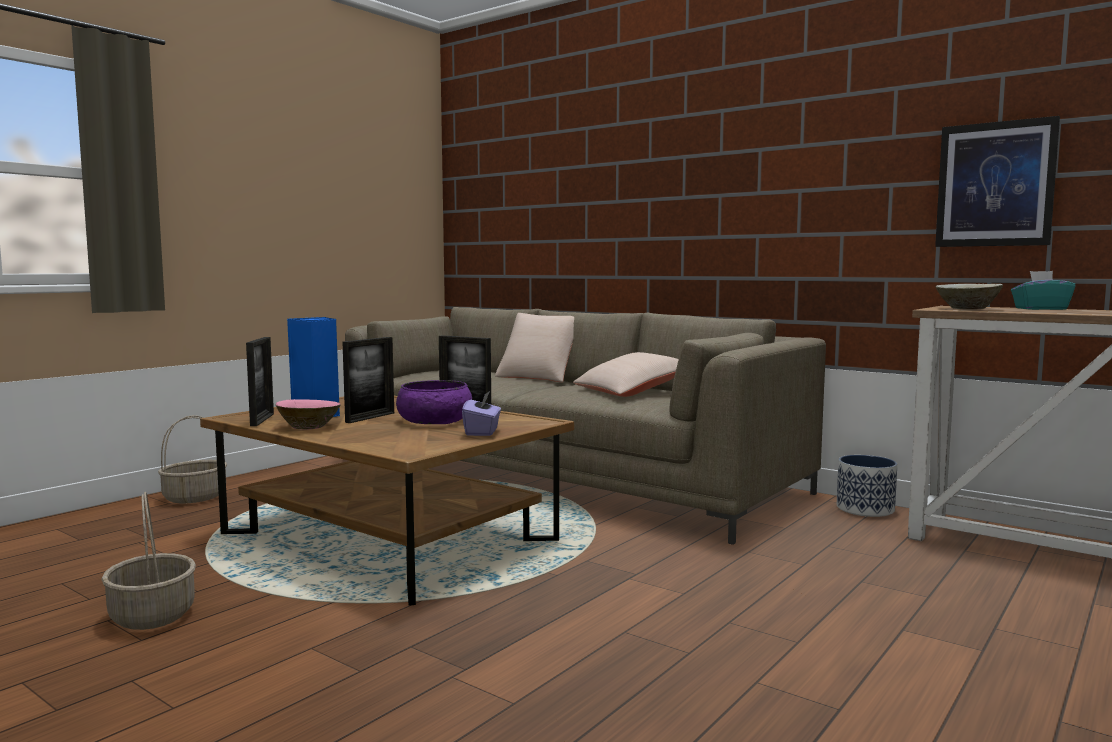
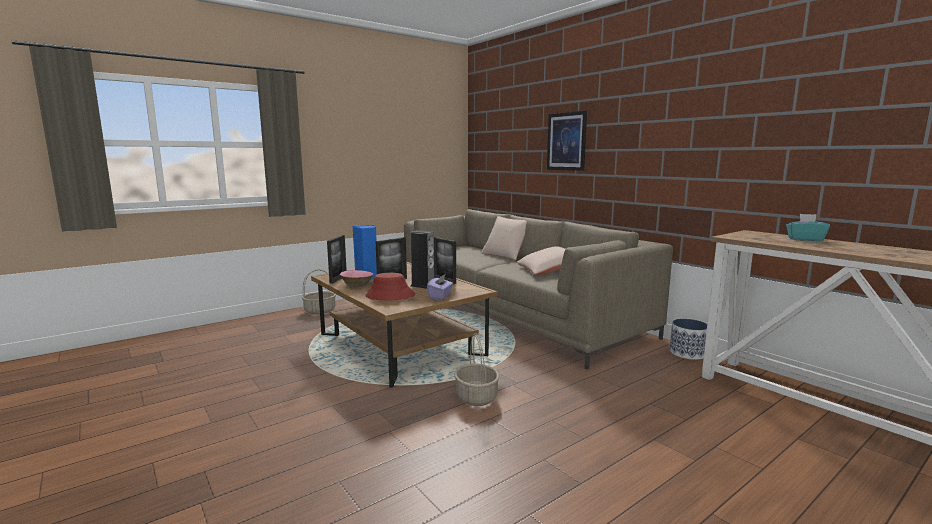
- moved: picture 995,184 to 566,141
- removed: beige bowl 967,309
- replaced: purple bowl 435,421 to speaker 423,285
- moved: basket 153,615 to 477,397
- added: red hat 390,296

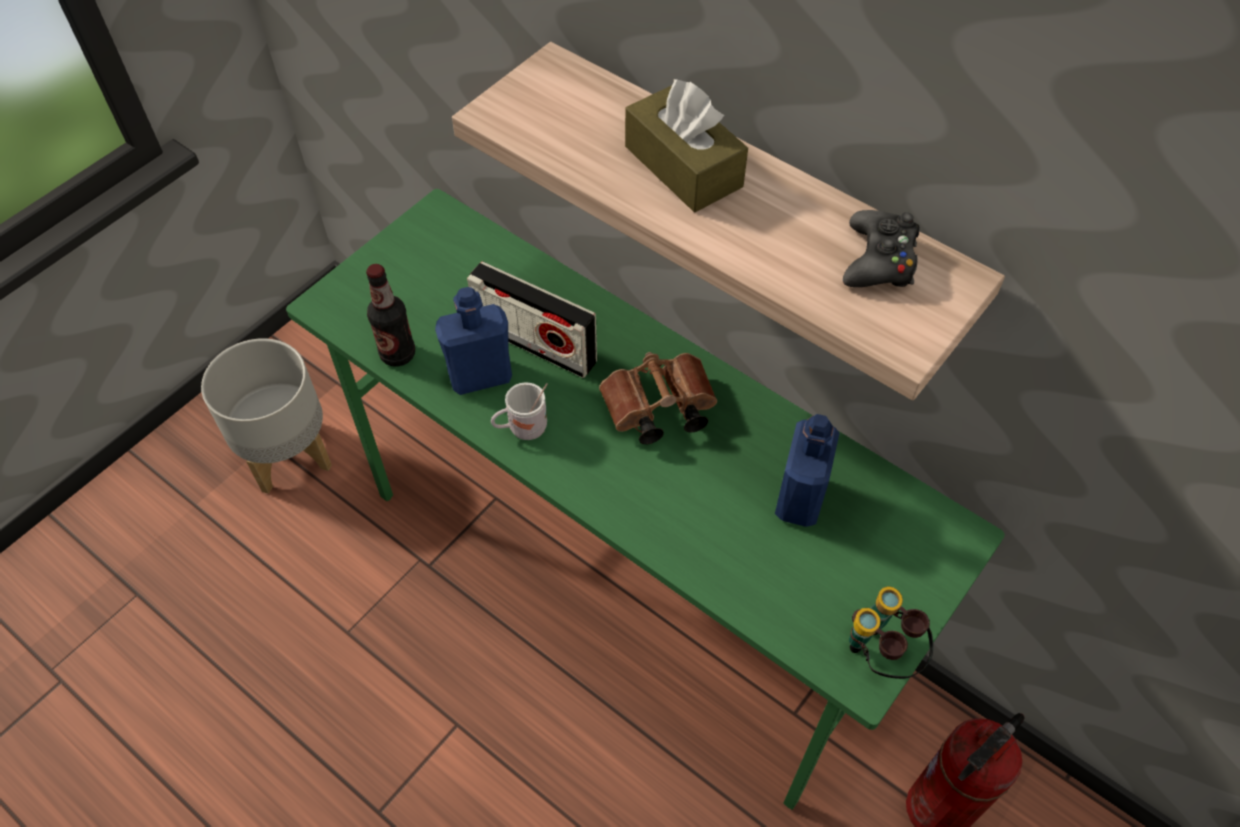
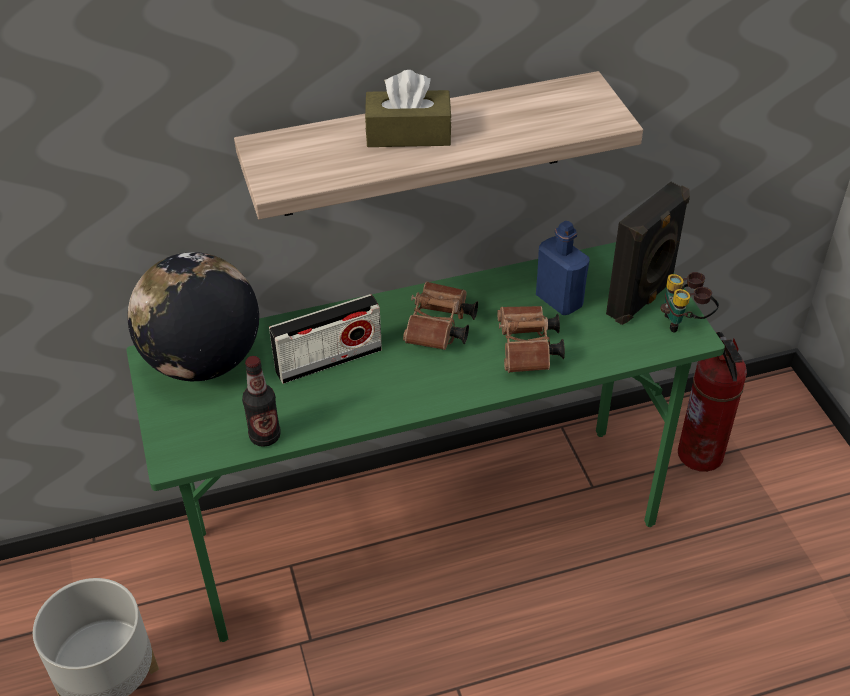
- removed: black game controller 879,260
- removed: blue bottle 480,376
- removed: white mug 522,429
- added: black speaker 641,300
- added: globe 203,361
- added: brown binoculars 527,351

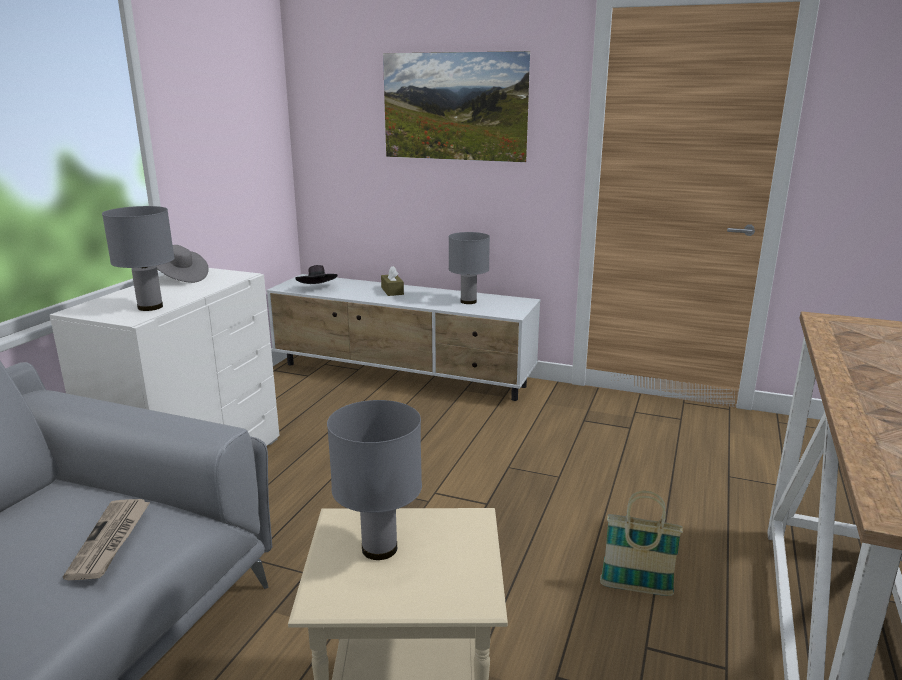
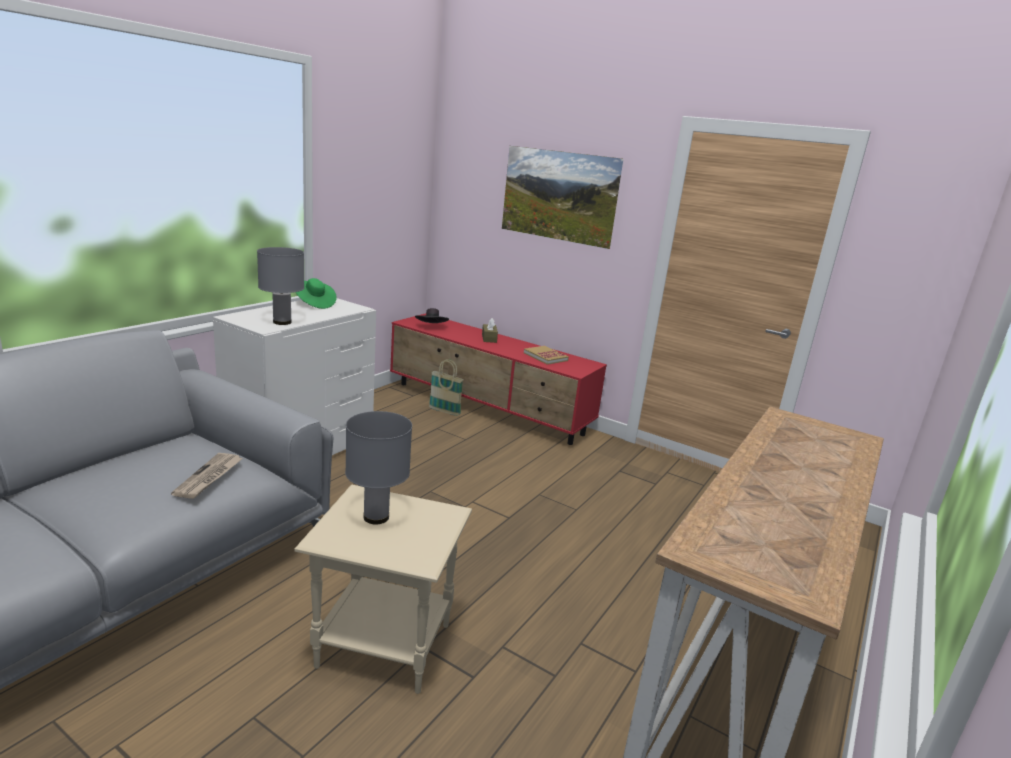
- replaced: grey table lamp 468,302 to book 545,357
- recoloured: grey hat 181,278 to green hat 314,304
- recoloured: white tv stand 403,375 to red tv stand 488,409
- moved: basket 636,588 to 444,411

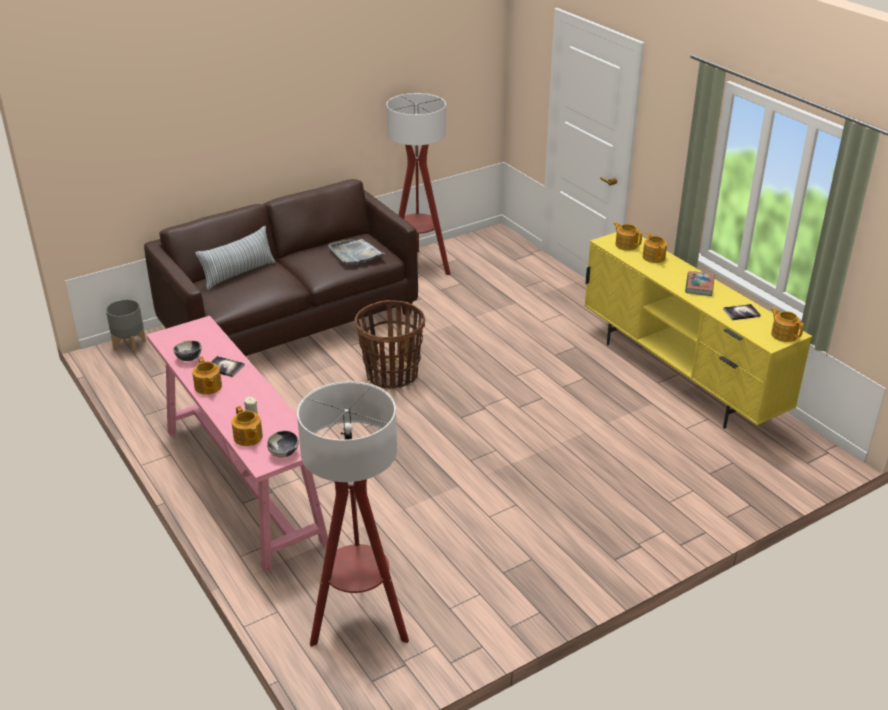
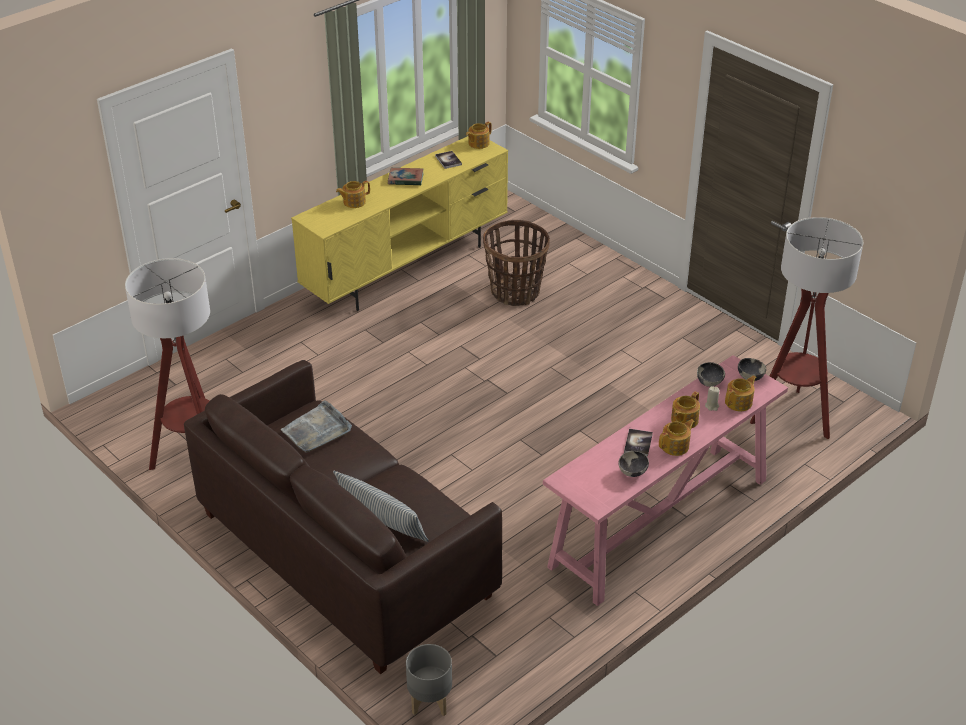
- moved: teapot 626,245 to 684,420
- moved: basket 392,375 to 515,292
- added: bowl 709,382

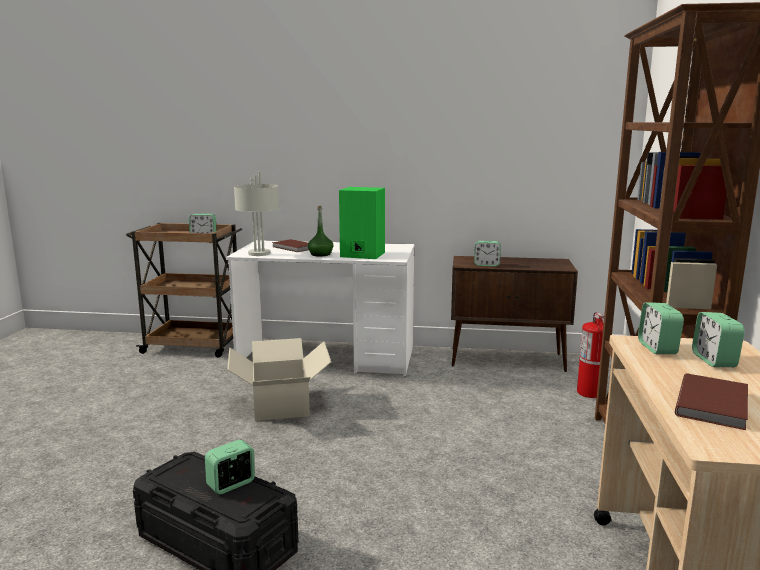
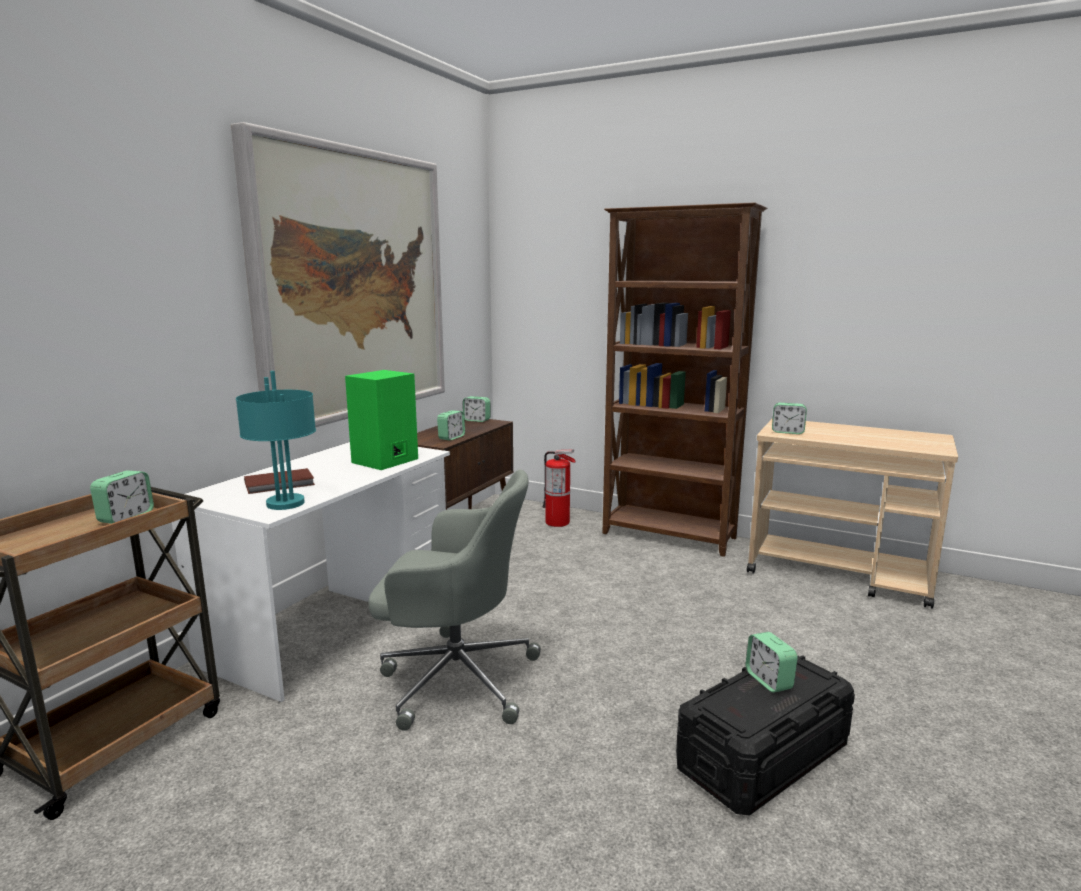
- recoloured: grey table lamp 259,254 to turquoise table lamp 286,503
- removed: green bottle 320,254
- moved: alarm clock 714,360 to 477,420
- replaced: cardboard box 280,405 to grey office chair 455,678
- removed: brown book 714,404
- added: picture 353,285

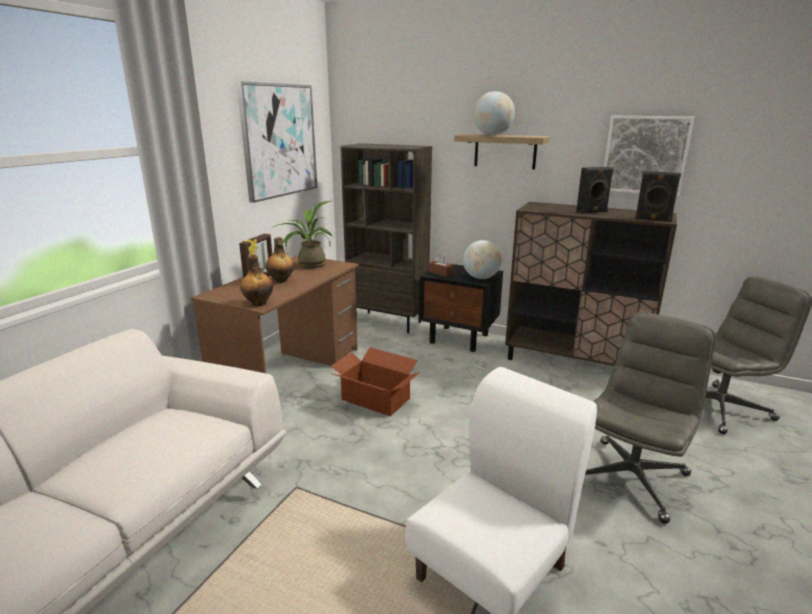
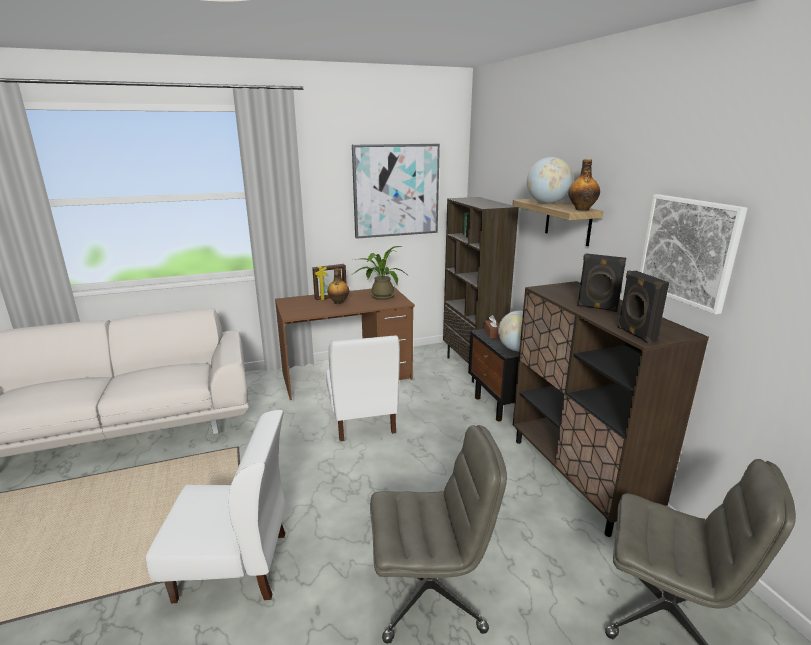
- moved: bottle 258,303 to 582,209
- replaced: cardboard box 375,400 to white chair 363,420

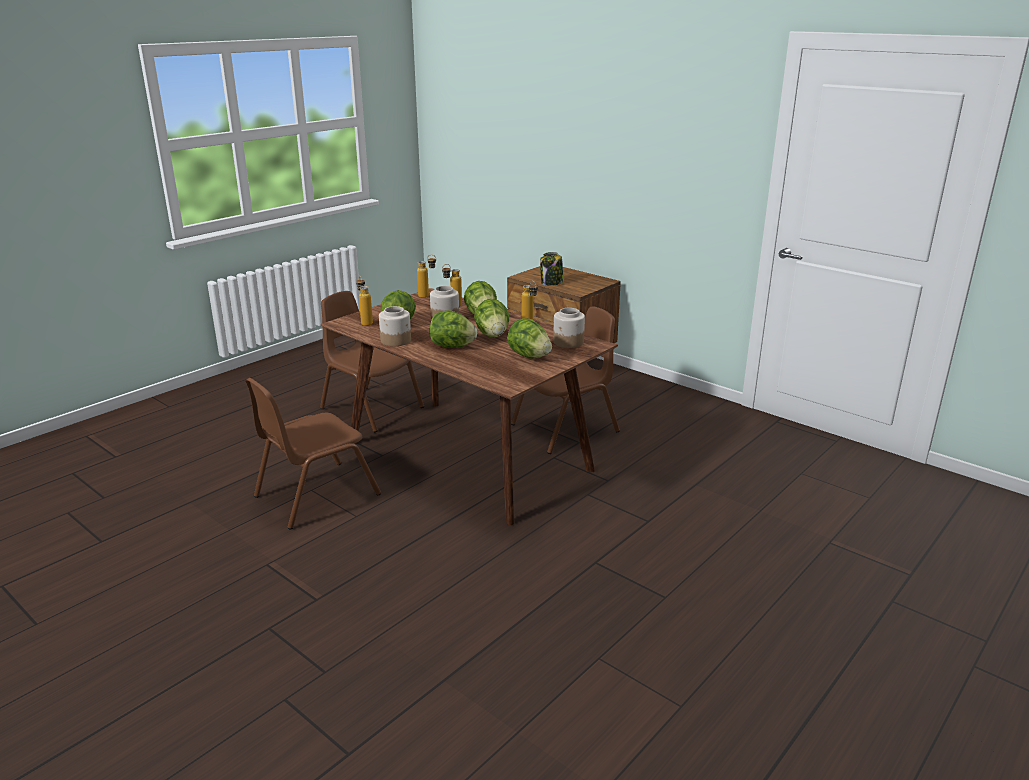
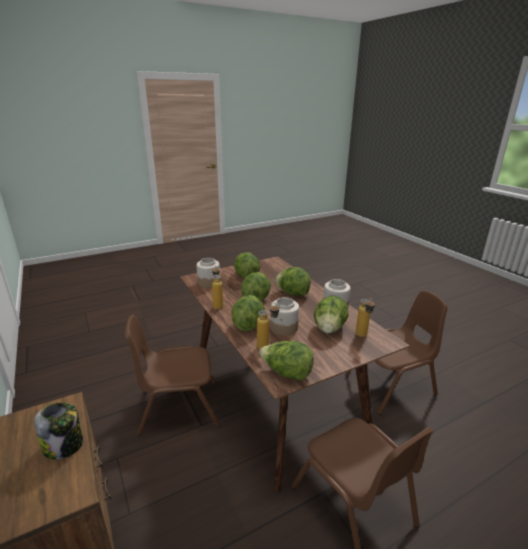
- replaced: bottle 428,296 to lettuce 286,373

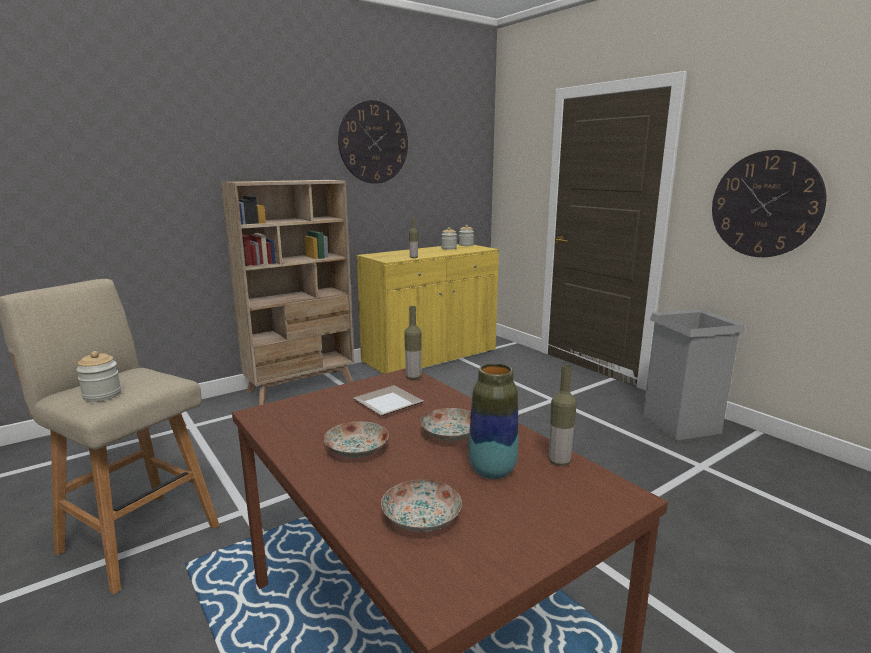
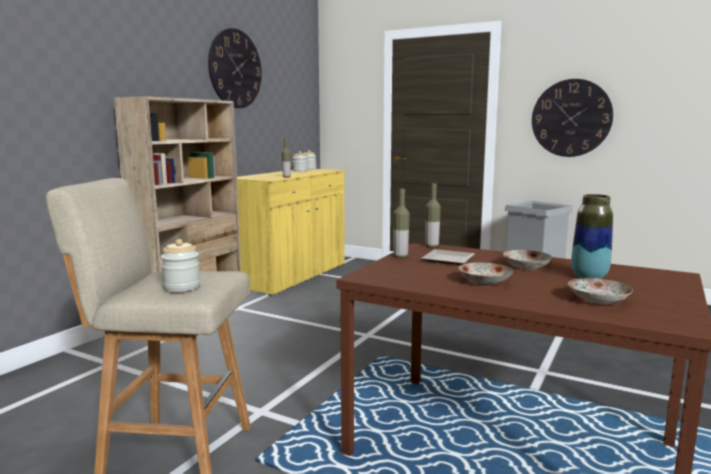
- moved: bottle 559,461 to 400,256

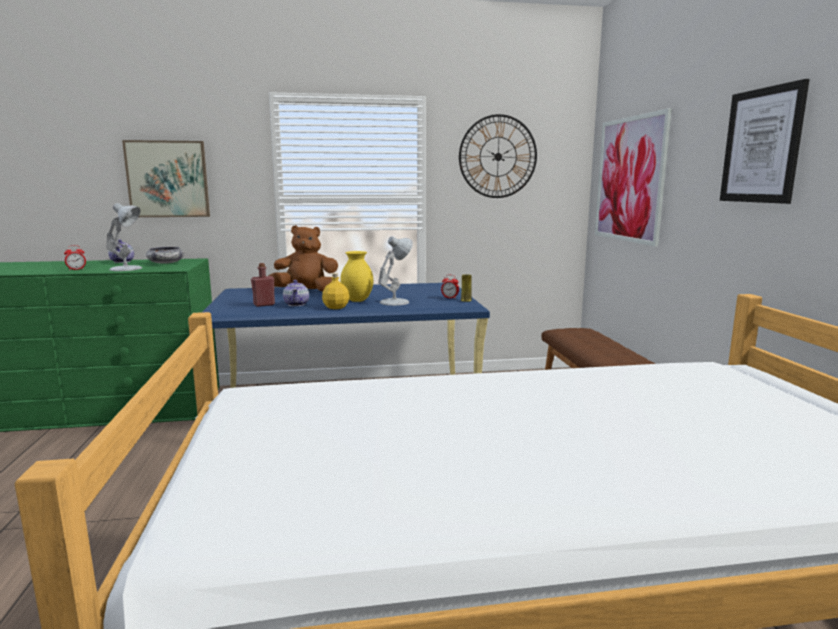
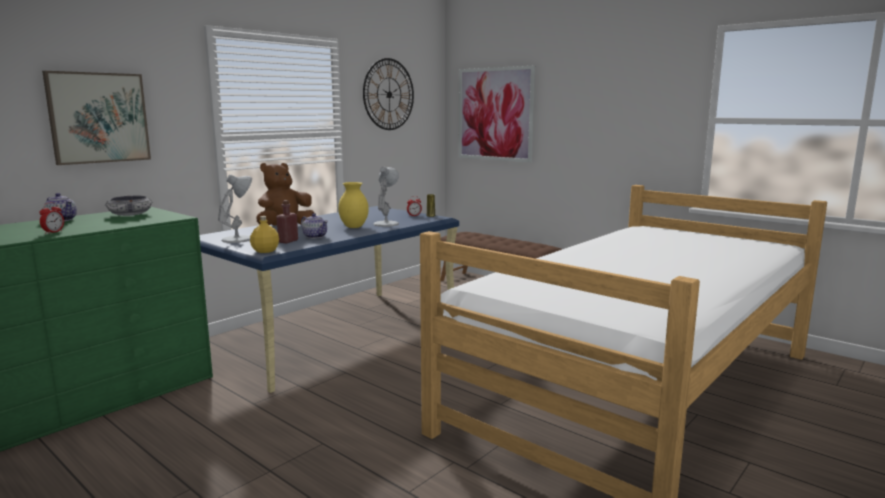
- removed: picture 762,146
- moved: white table lamp 127,268 to 238,239
- moved: yellow bottle 336,307 to 266,251

